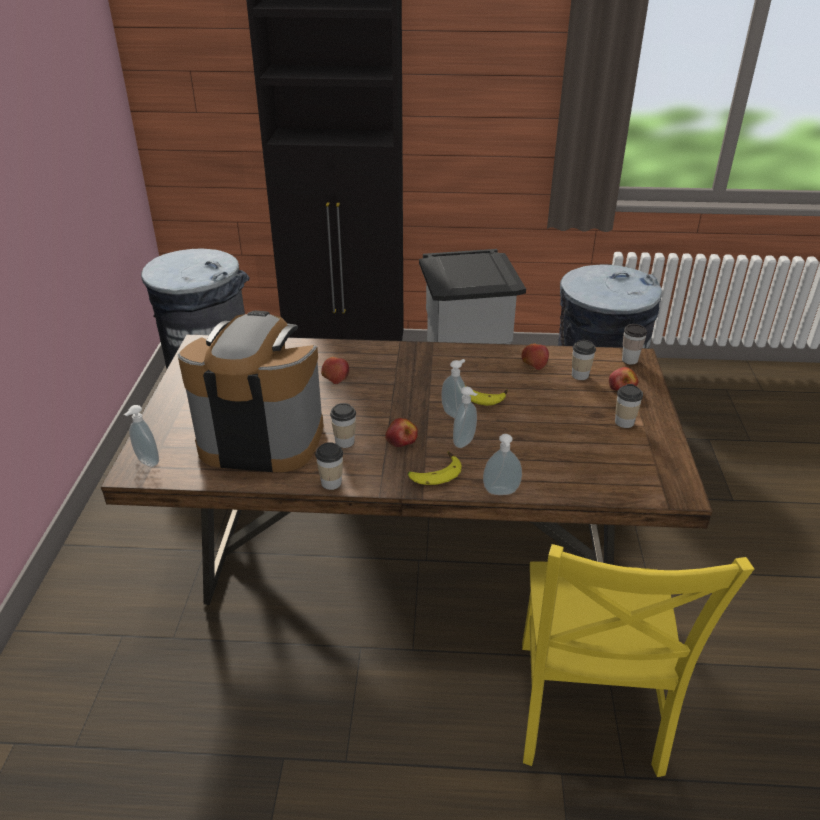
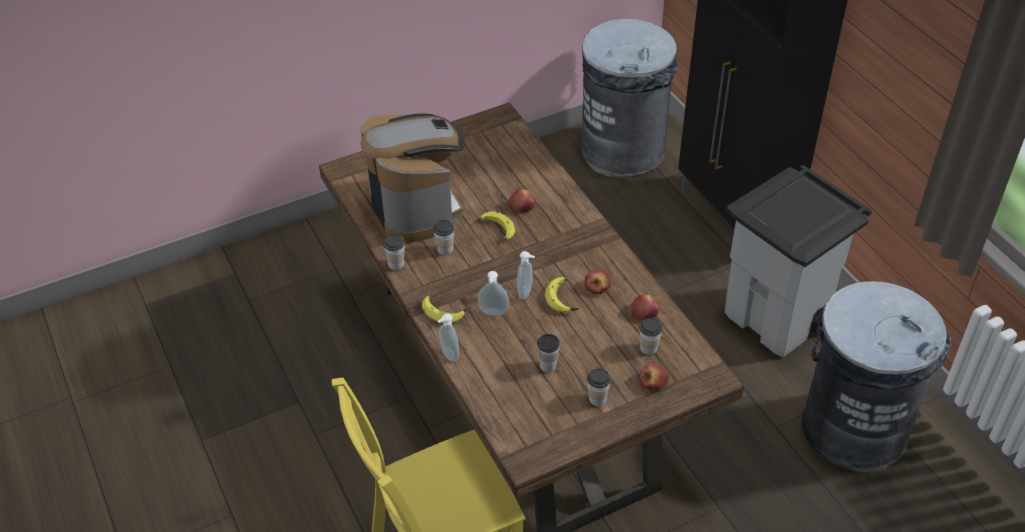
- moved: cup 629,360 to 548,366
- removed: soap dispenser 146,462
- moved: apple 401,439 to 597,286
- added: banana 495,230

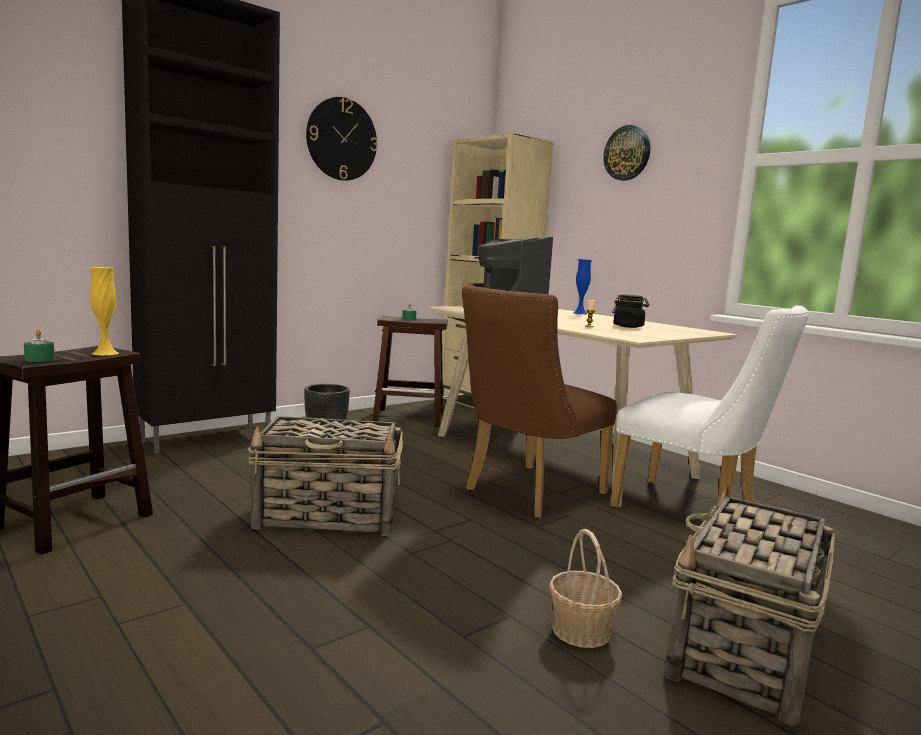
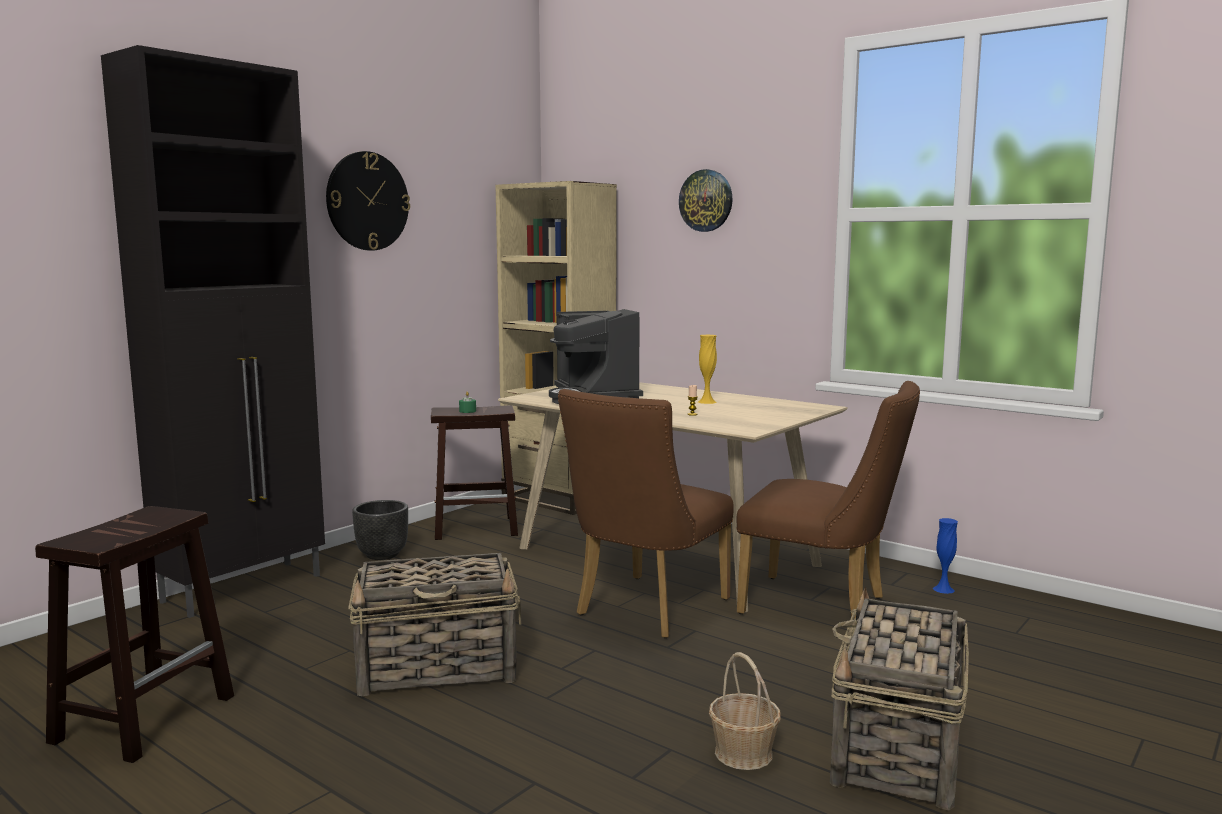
- moved: blue vase 580,313 to 943,589
- moved: yellow vase 105,353 to 706,402
- removed: black jar 628,326
- recoloured: white chair 694,511 to brown chair 824,607
- removed: green candle 39,359

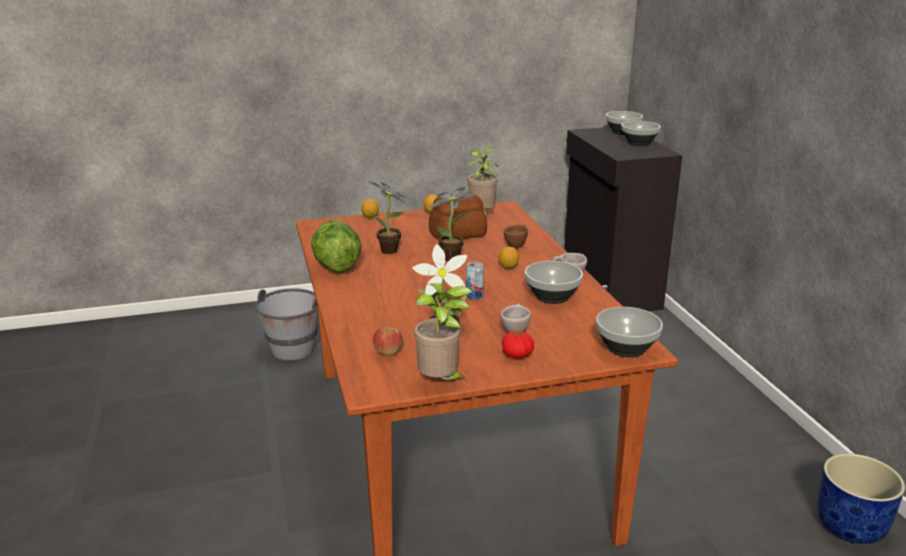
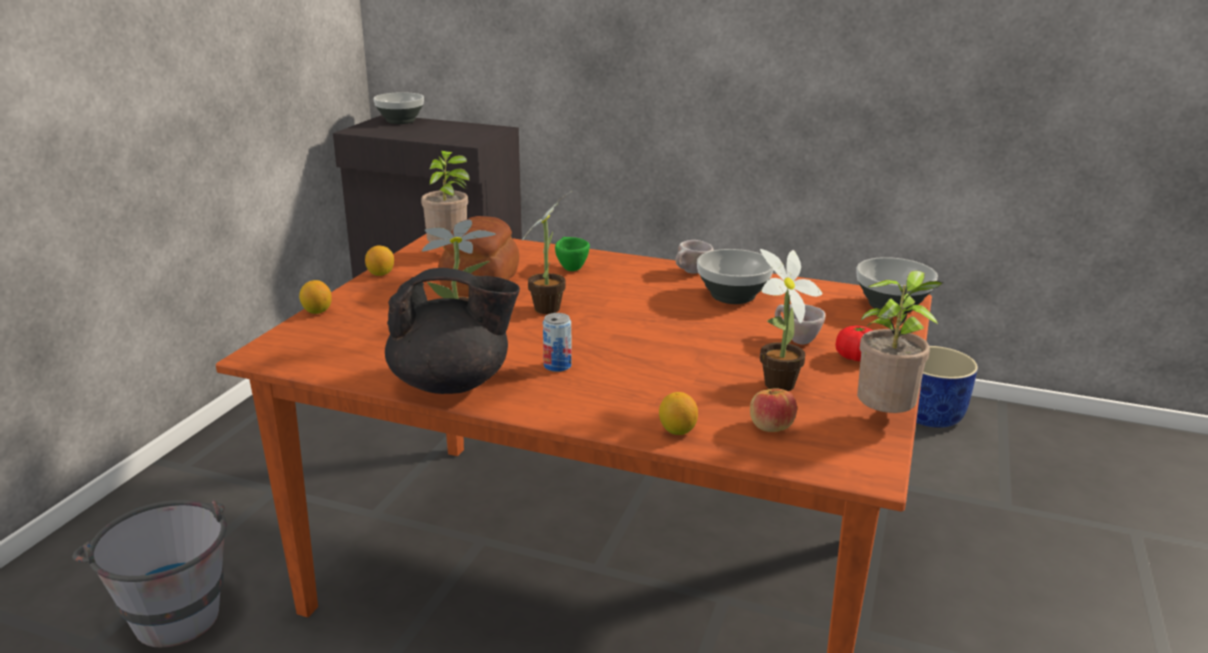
- removed: bowl 638,143
- replaced: lettuce 335,267 to black teapot 452,384
- recoloured: brown cup 516,245 to green cup 569,267
- moved: lemon 508,267 to 677,431
- moved: can 474,295 to 557,366

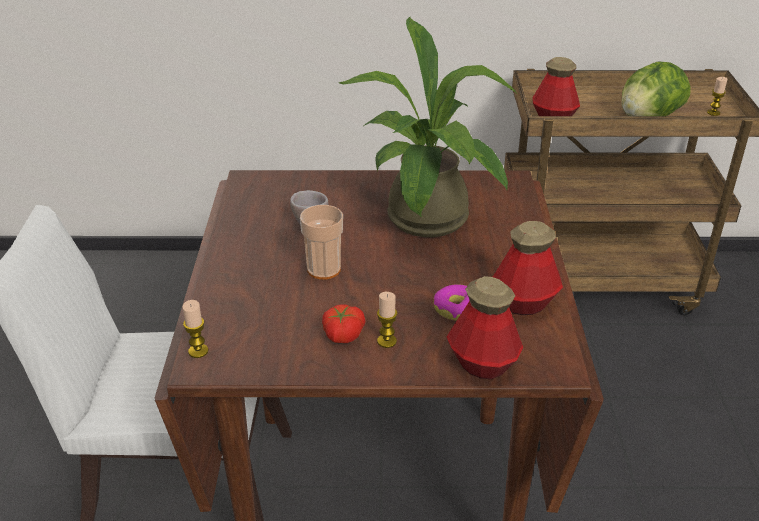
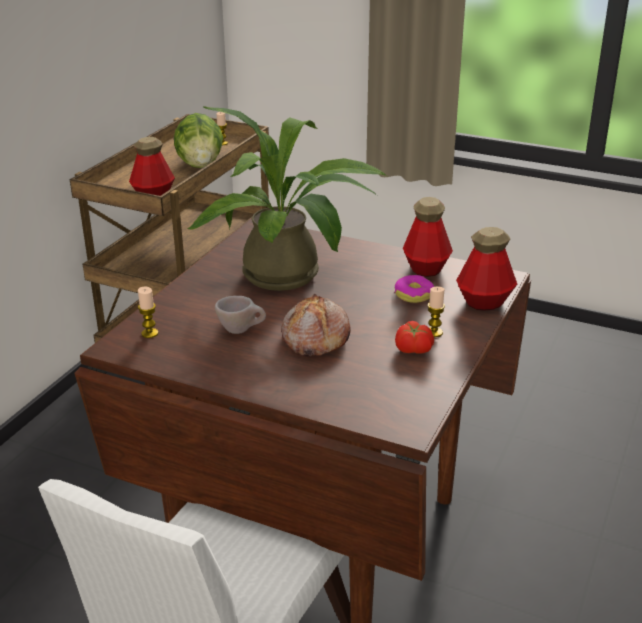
- replaced: cup 324,269 to bread 314,338
- moved: candle 198,351 to 150,333

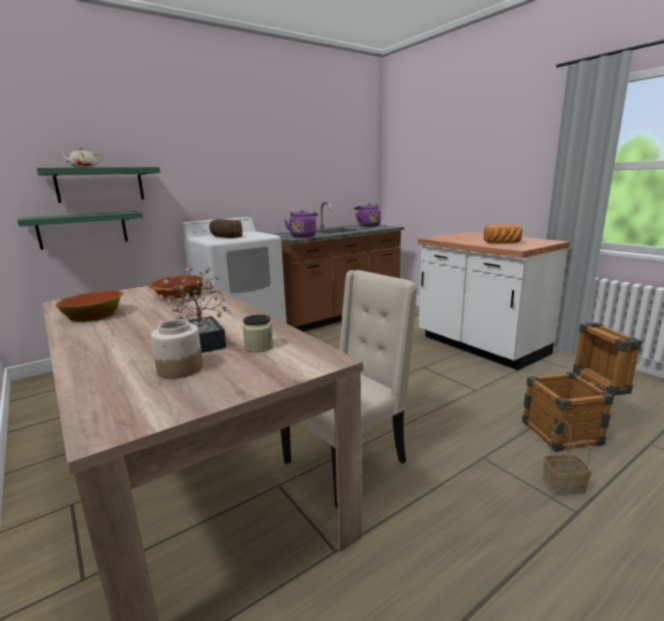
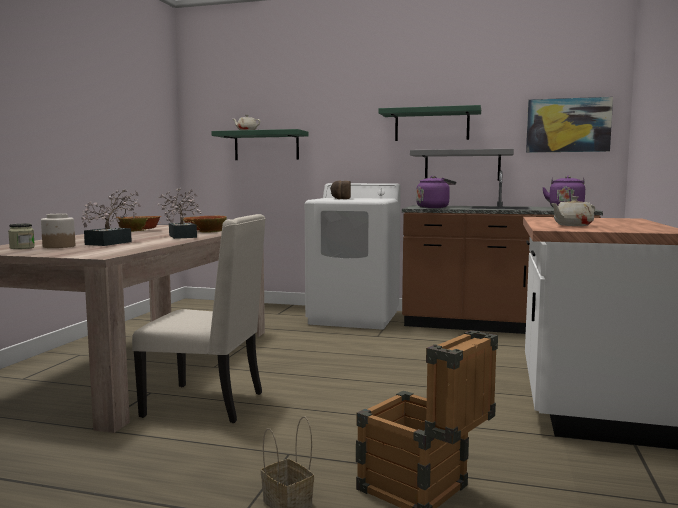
- moved: green shelf 83,229 to 431,125
- replaced: bread 502,243 to beige teapot 572,225
- moved: jar 259,347 to 22,248
- added: picture 568,125
- added: grey shelf 462,165
- added: potted plant 182,236

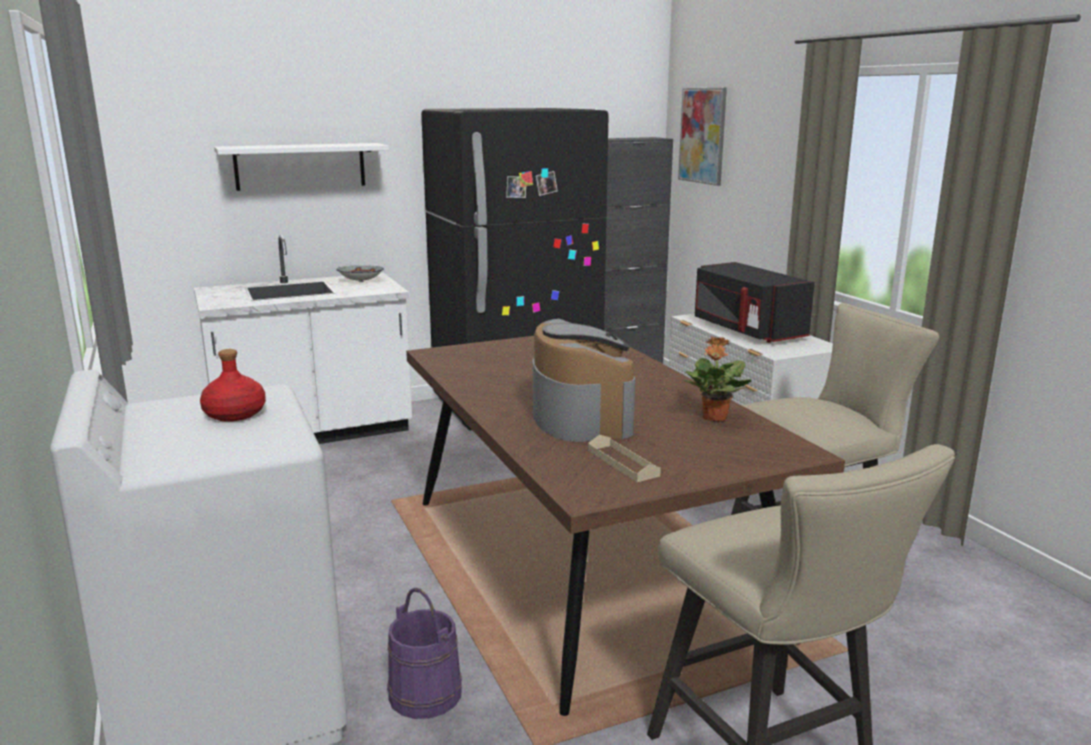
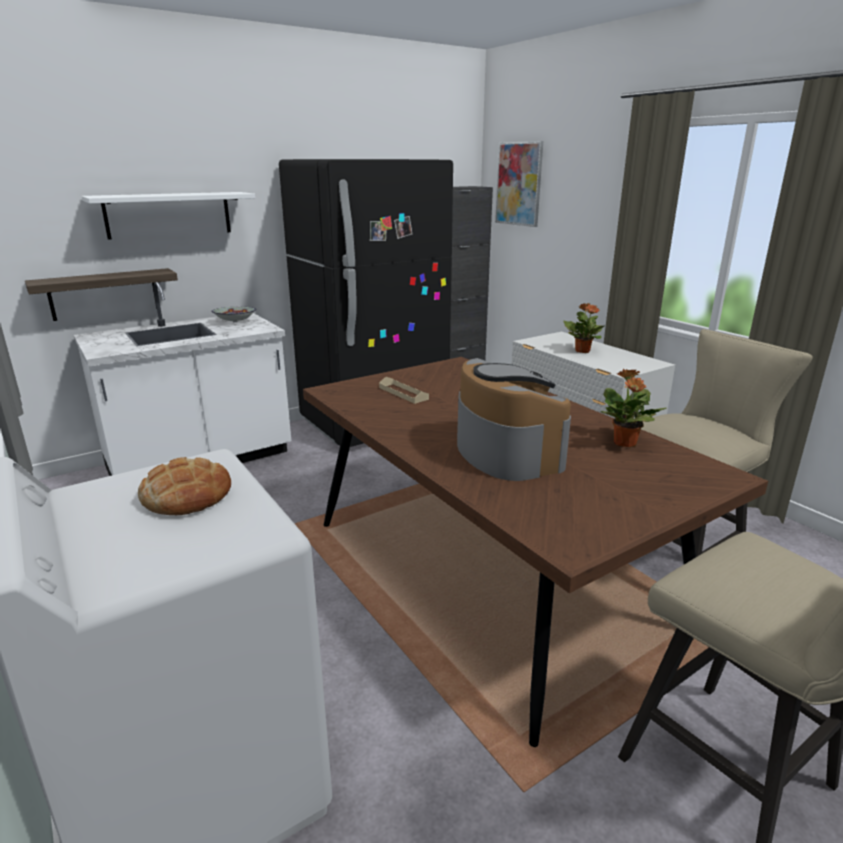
- replaced: black microwave 746,330 to potted plant 582,351
- replaced: red bottle 235,414 to bread 186,495
- moved: beige tray 623,463 to 403,393
- removed: purple bucket 424,694
- added: shelf 104,294

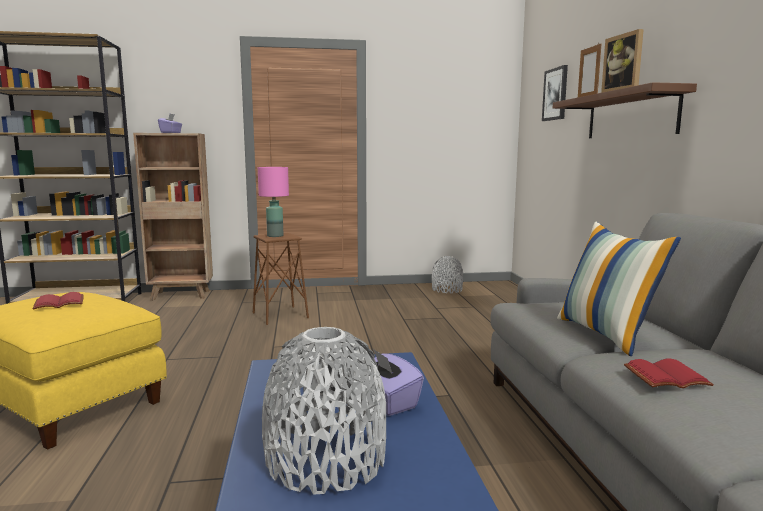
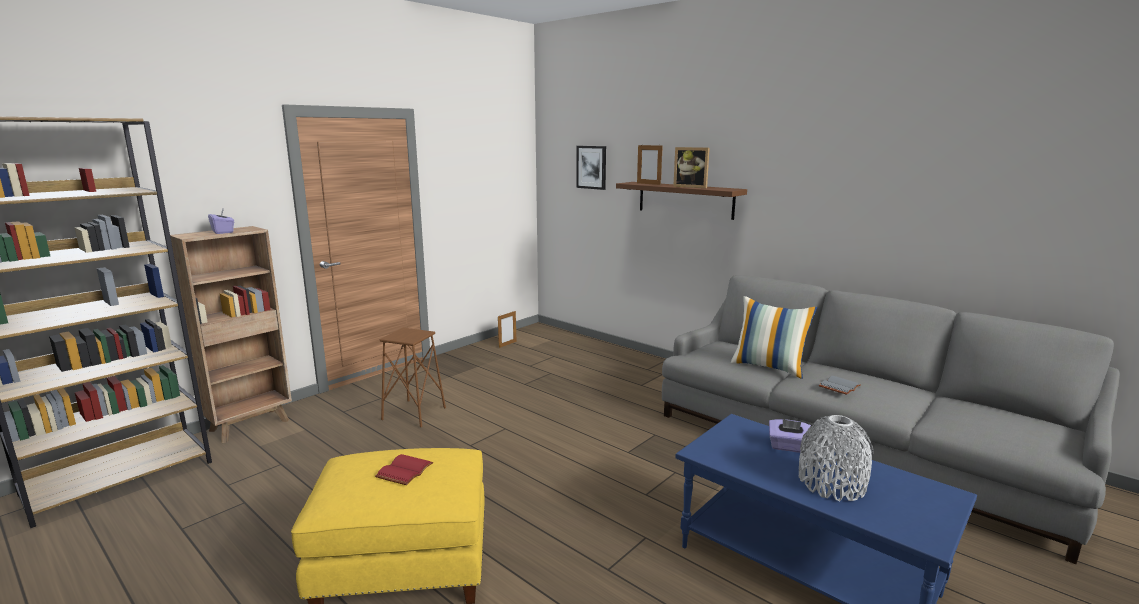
- removed: pink table lamp 275,236
- replaced: grey vase 447,289 to picture frame 507,344
- recoloured: red book 666,378 to grey book 840,387

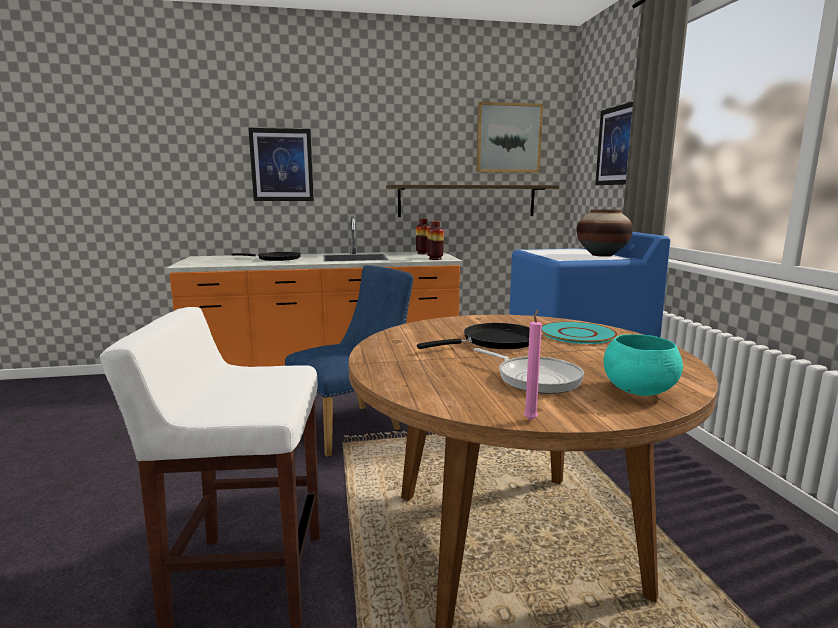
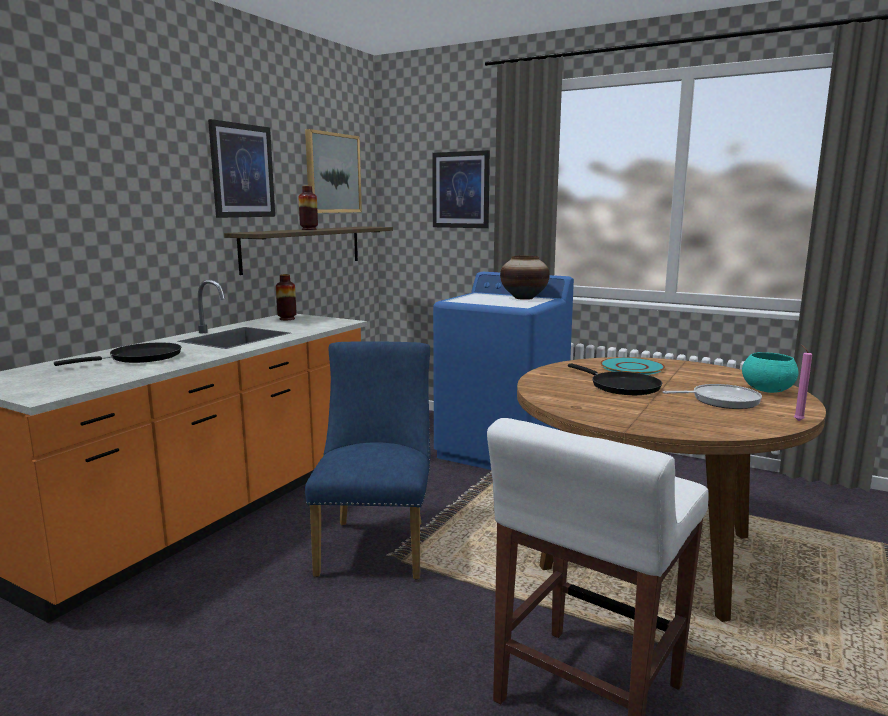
- moved: picture 282,165 to 242,171
- moved: vase 435,259 to 309,229
- turned: black frying pan 495,342 = 621,386 135 degrees clockwise

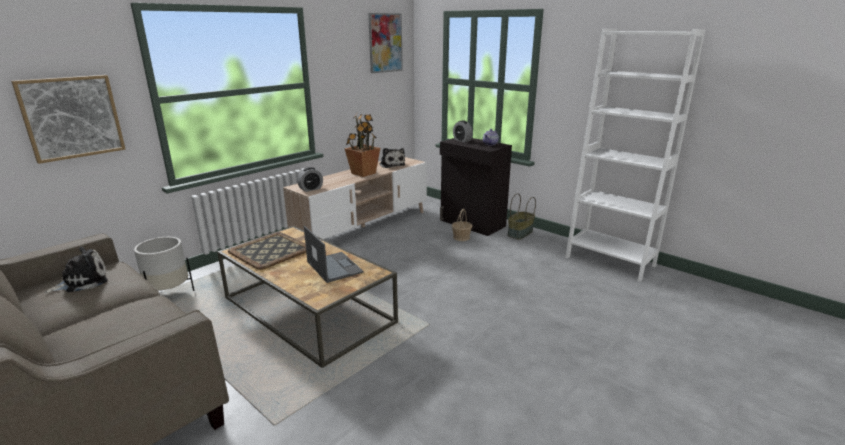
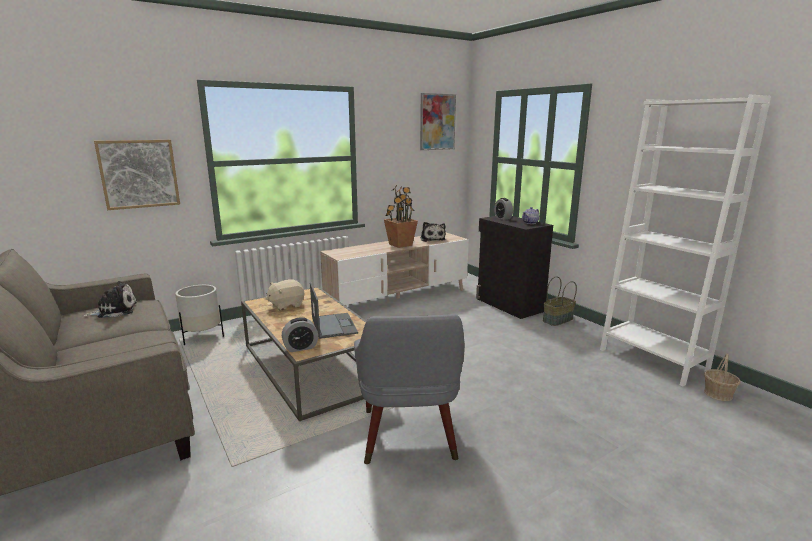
- moved: alarm clock 311,189 to 300,347
- moved: basket 461,237 to 718,394
- replaced: tray 271,250 to beige plush toy 286,305
- added: grey armchair 408,439

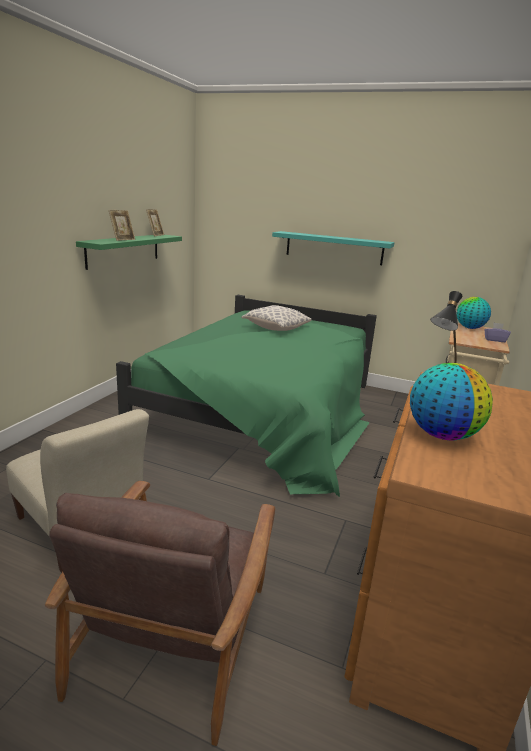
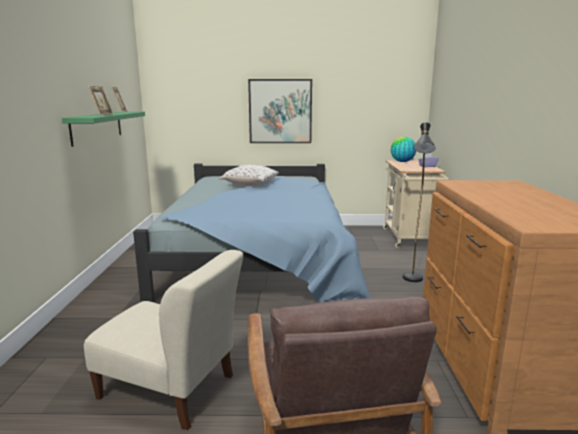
- replaced: turquoise shelf 334,248 to picture 280,111
- recoloured: green bed 266,411 to blue bed 259,258
- removed: globe 442,435

